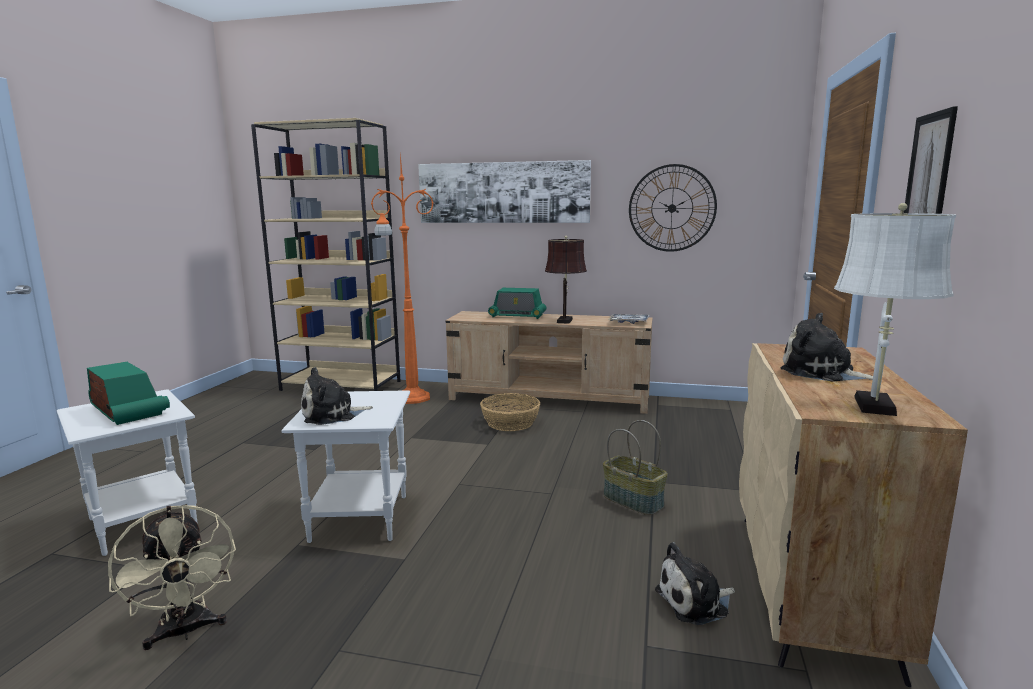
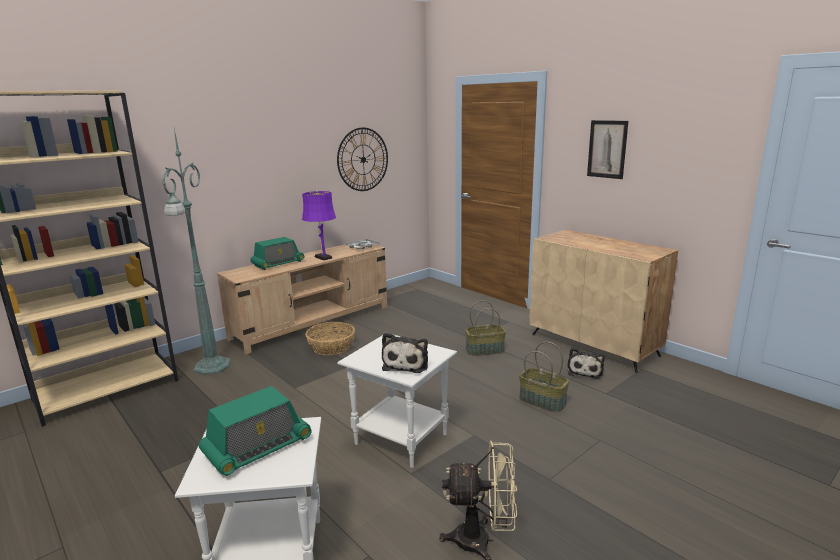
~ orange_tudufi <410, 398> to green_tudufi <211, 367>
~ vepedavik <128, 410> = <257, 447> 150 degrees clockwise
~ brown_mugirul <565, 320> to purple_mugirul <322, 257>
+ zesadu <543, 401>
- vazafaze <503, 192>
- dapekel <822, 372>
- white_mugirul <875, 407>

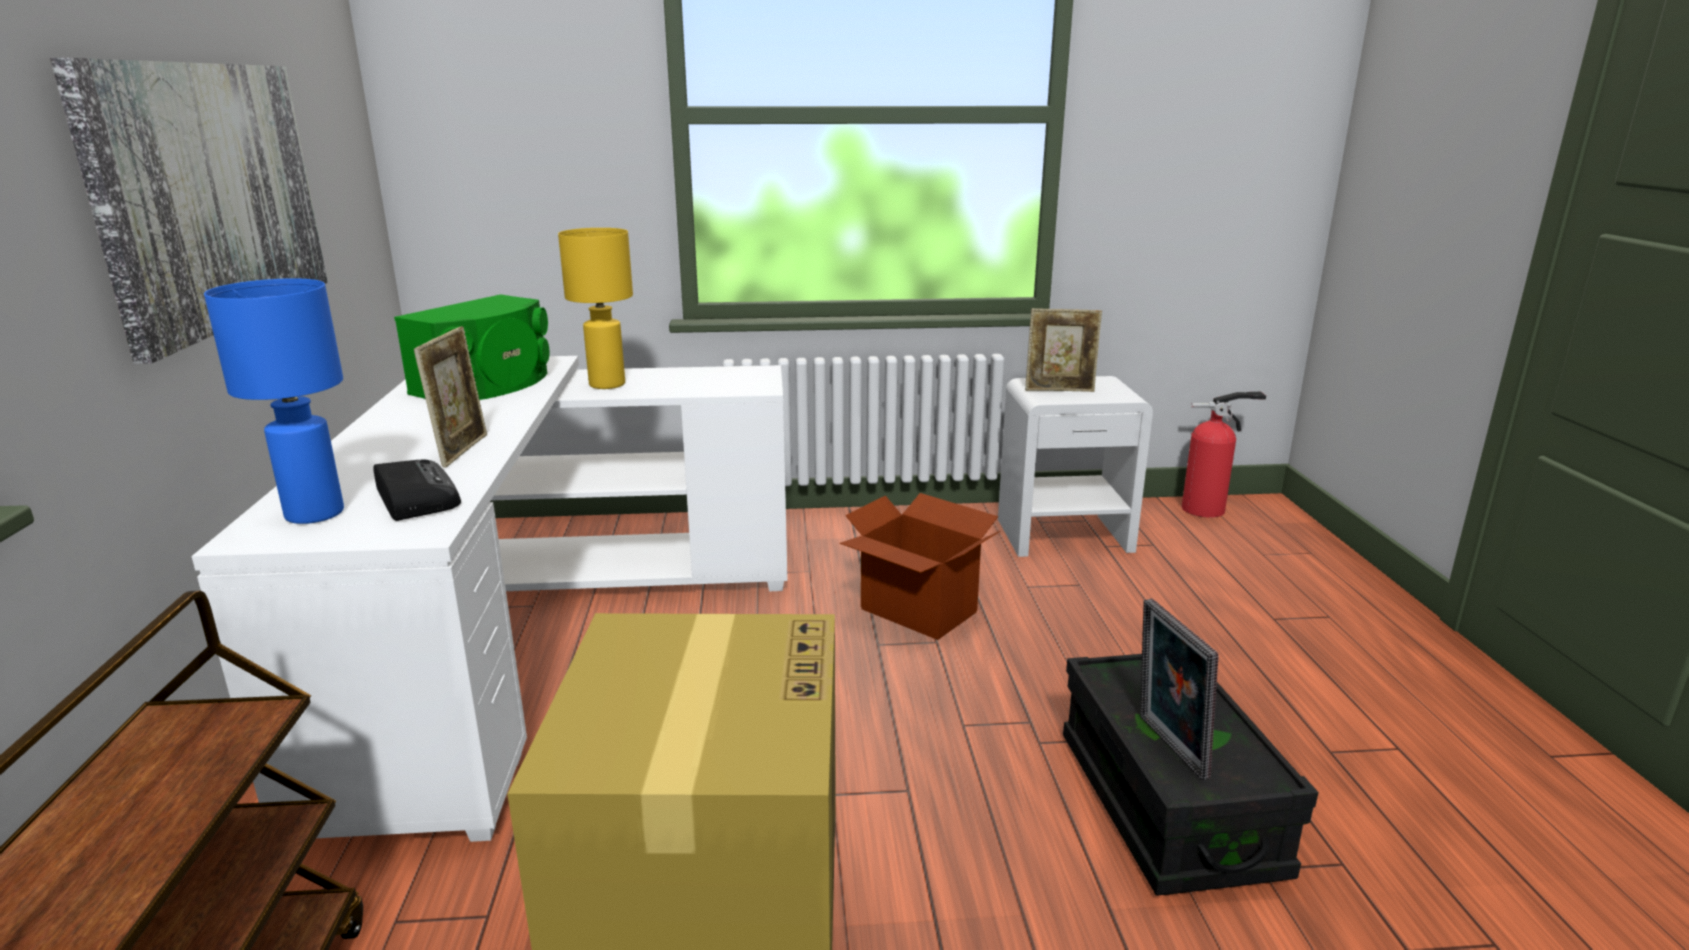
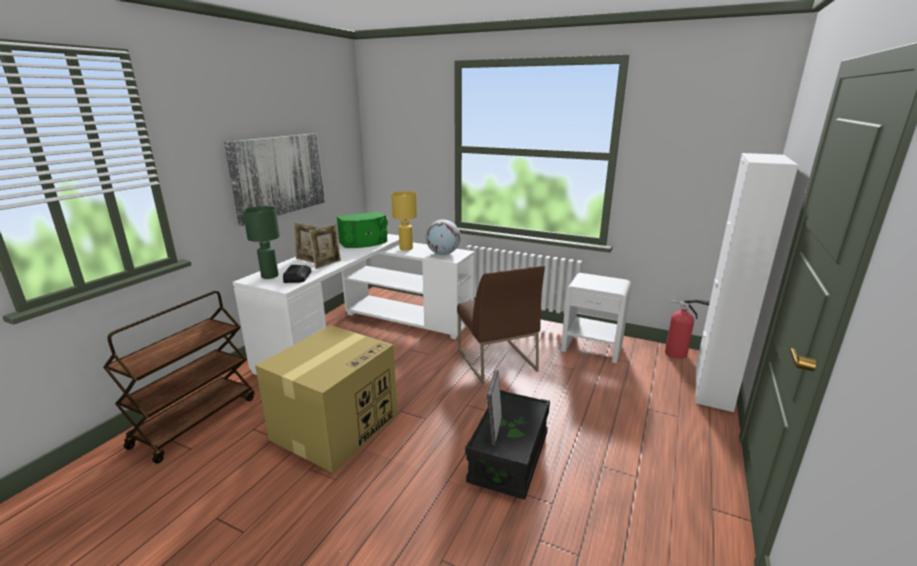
~ blue_mugirul <315, 513> to green_mugirul <270, 276>
~ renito <1059, 390> to <309, 261>
+ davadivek <443, 254>
~ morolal <917, 611> to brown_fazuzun <496, 360>
+ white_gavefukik <713, 387>

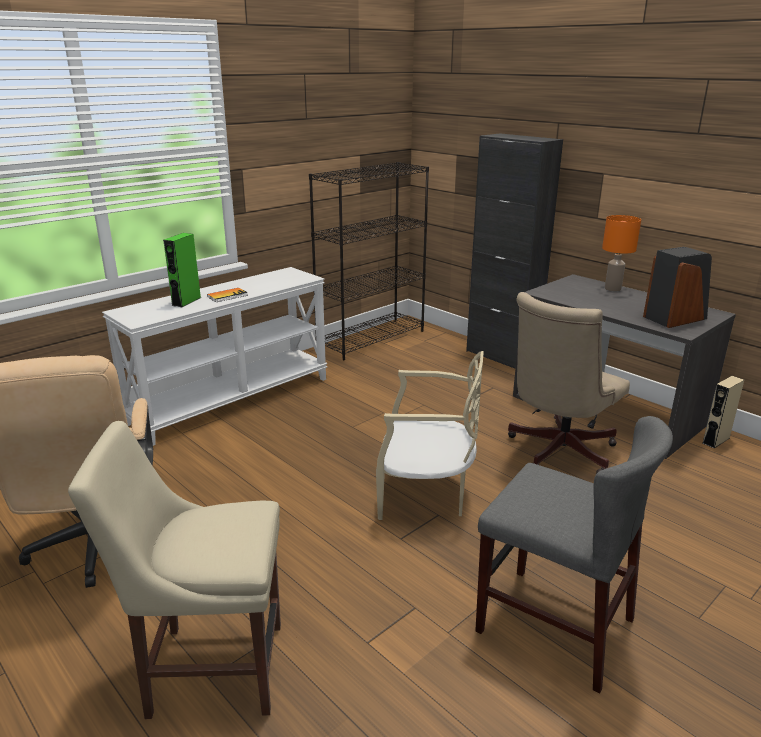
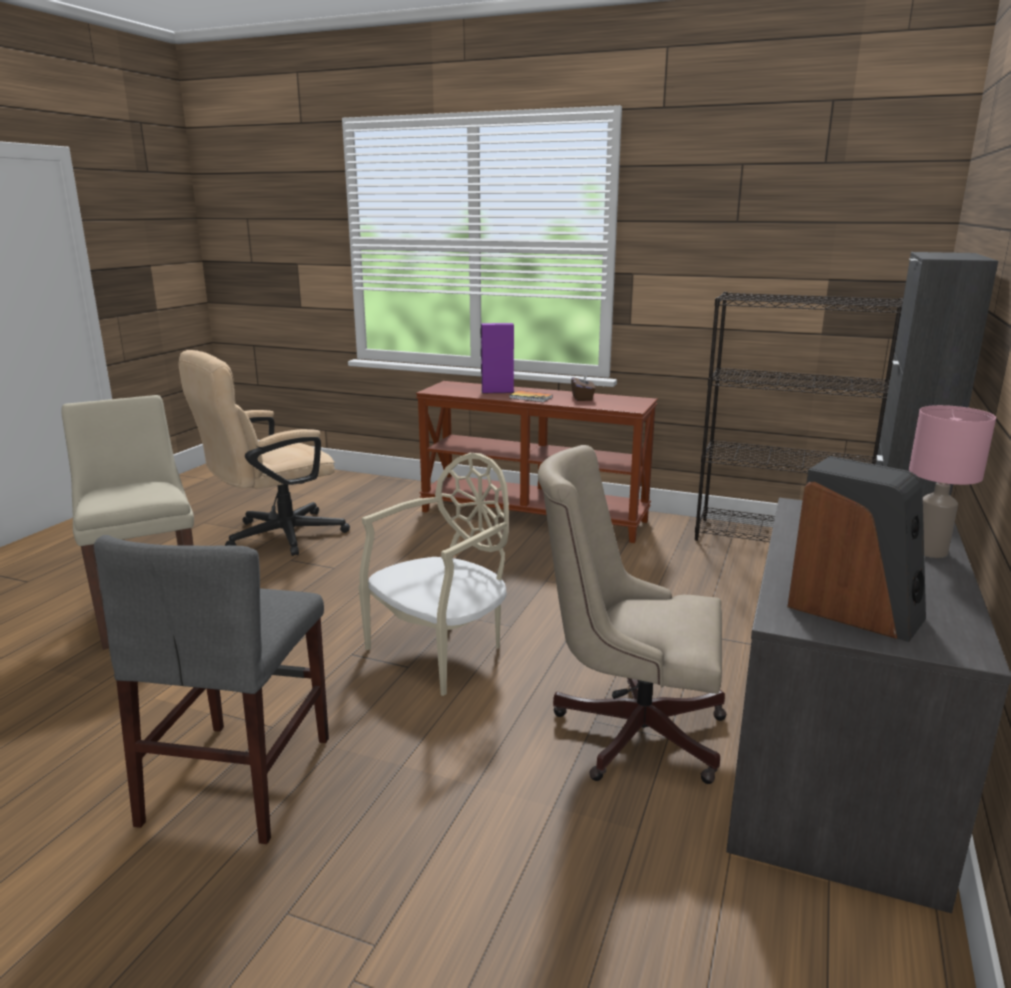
~ beige_fazuzun <425, 494> = <442, 651> 120 degrees counterclockwise
~ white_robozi <231, 400> to brown_robozi <534, 516>
~ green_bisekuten <186, 301> to purple_bisekuten <497, 391>
+ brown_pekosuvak <582, 398>
~ orange_mugirul <612, 289> to pink_mugirul <930, 551>
- beige_bisekuten <716, 440>

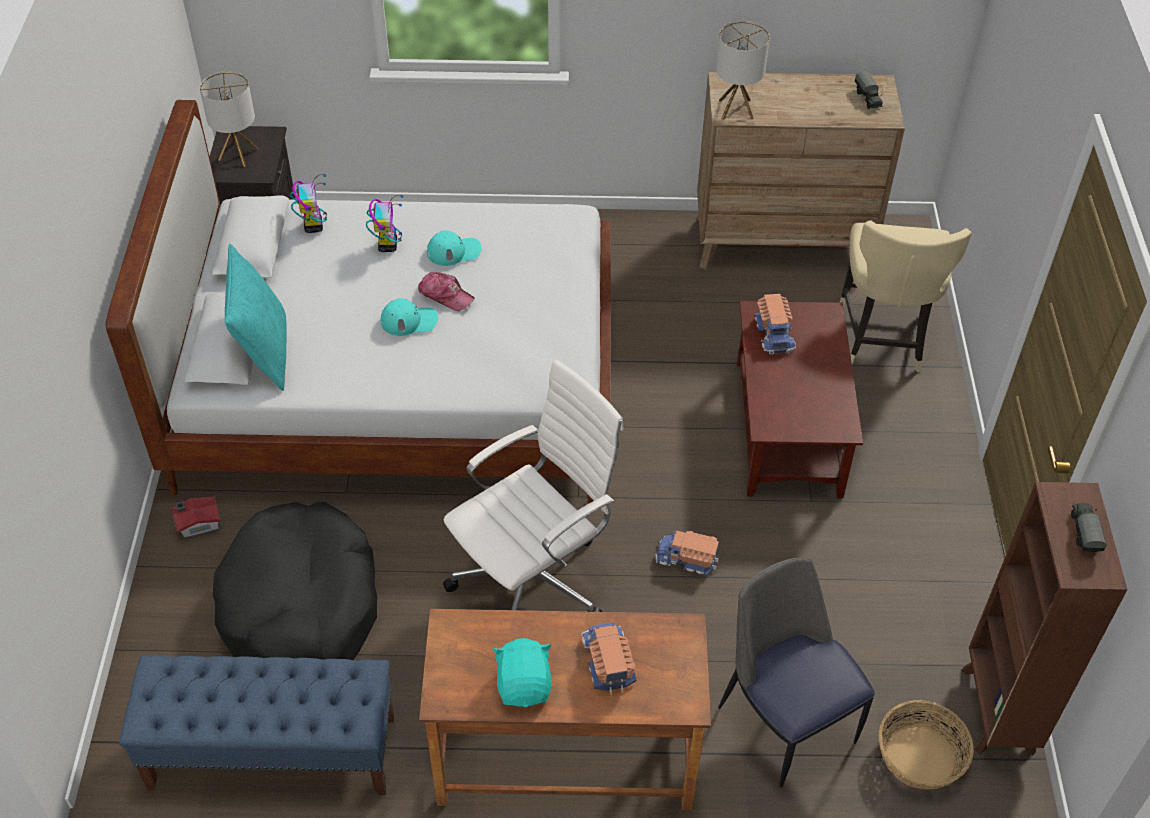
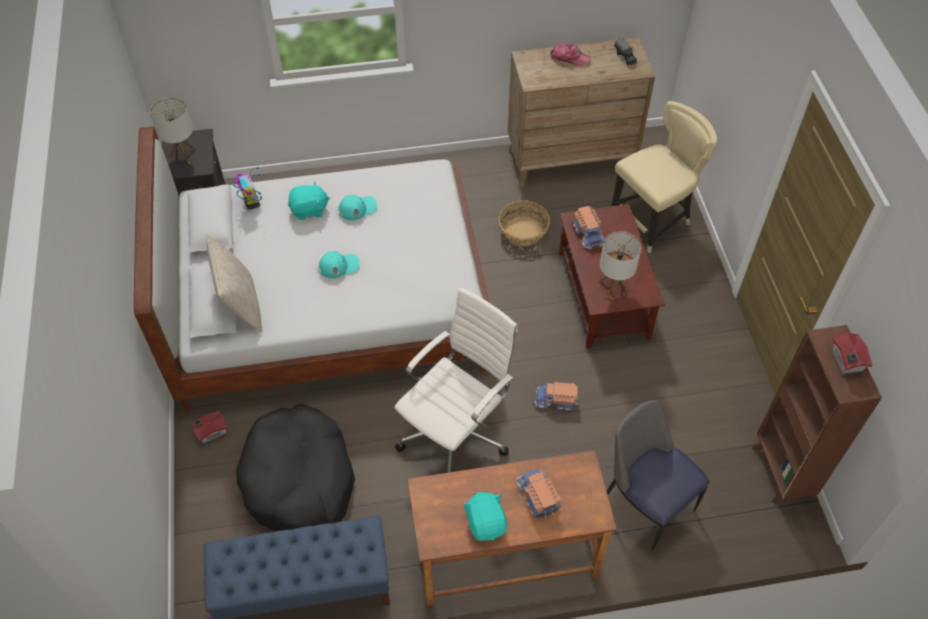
~ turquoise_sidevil <264, 353> to beige_sidevil <241, 305>
~ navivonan <388, 245> to turquoise_dapekel <309, 210>
~ zesadu <919, 758> to <523, 231>
~ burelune <445, 295> to <569, 58>
~ mugirul <736, 109> to <614, 287>
~ beige_fazuzun <882, 339> = <652, 221> 120 degrees counterclockwise
~ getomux <1084, 533> to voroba <846, 362>

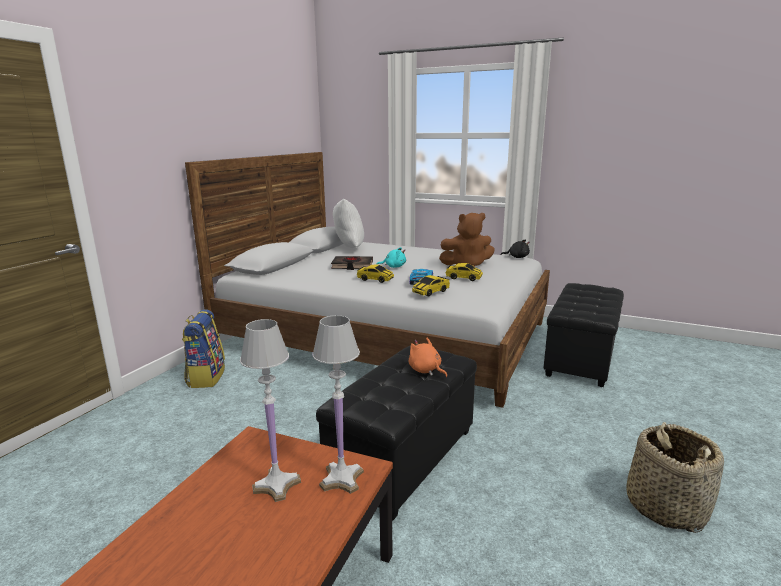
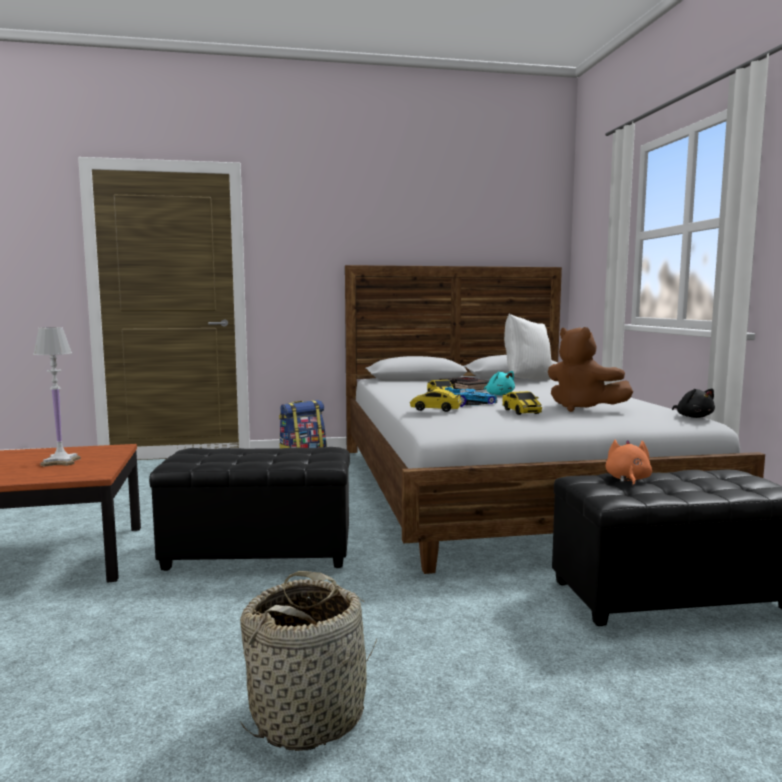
~ orange_dapekel <426, 370> to <627, 479>
- white_mugirul <342, 478>

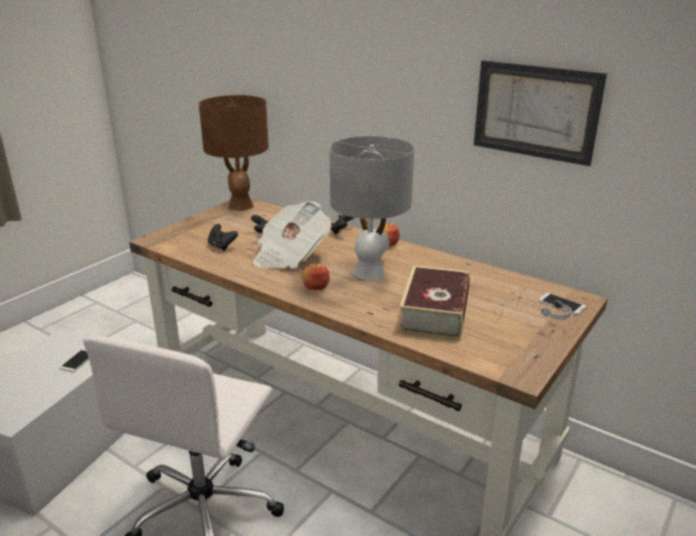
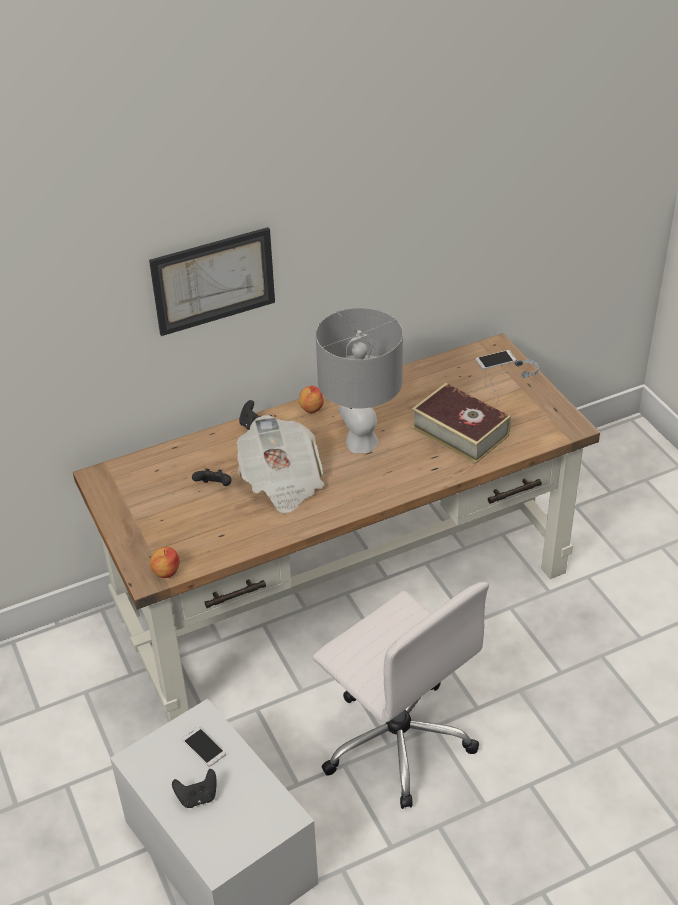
~ vazafaze <535, 111> to <213, 280>
~ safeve <315, 287> to <166, 571>
~ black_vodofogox <222, 246> to <197, 797>
- brown_mugirul <240, 205>

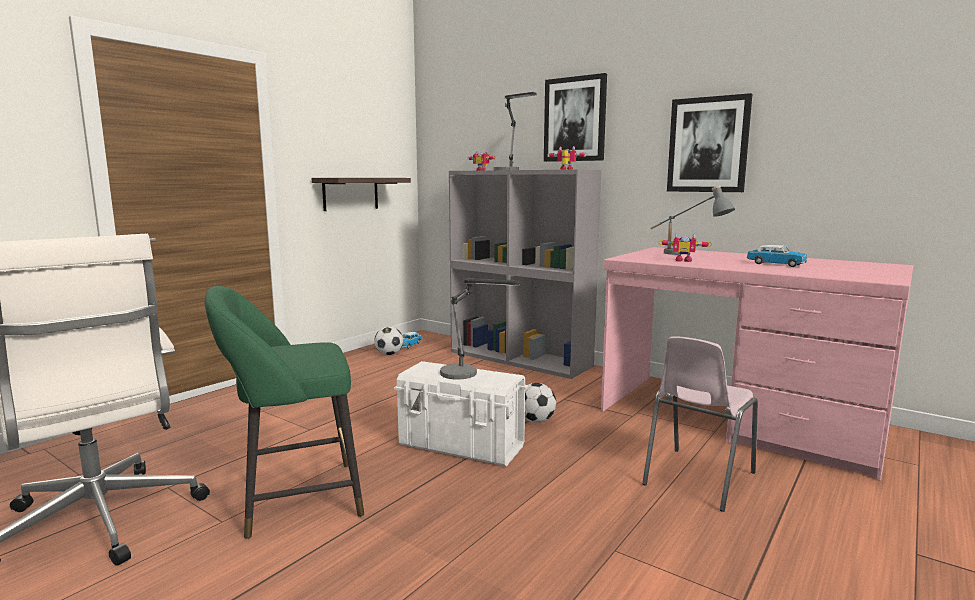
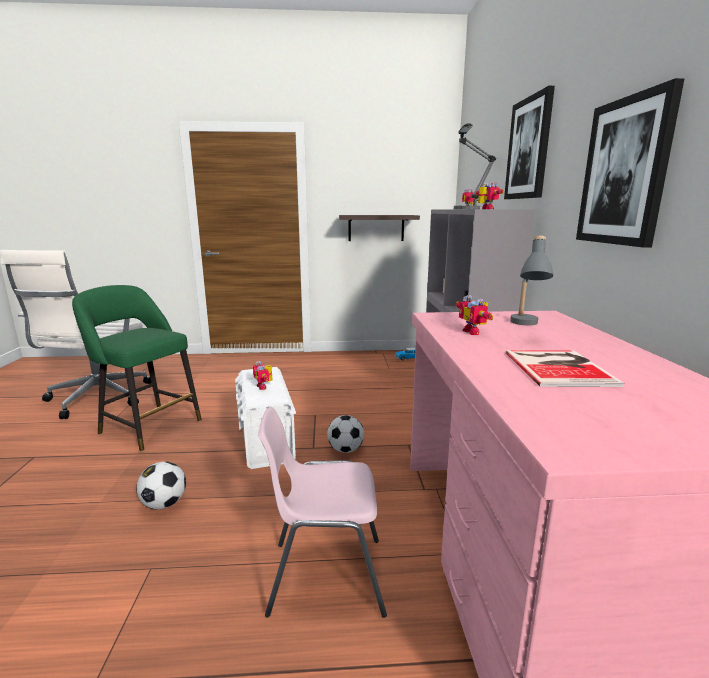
~ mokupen <389, 354> to <164, 504>
~ mugirul <468, 375> to navivonan <264, 386>
~ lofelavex <776, 264> to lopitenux <559, 367>

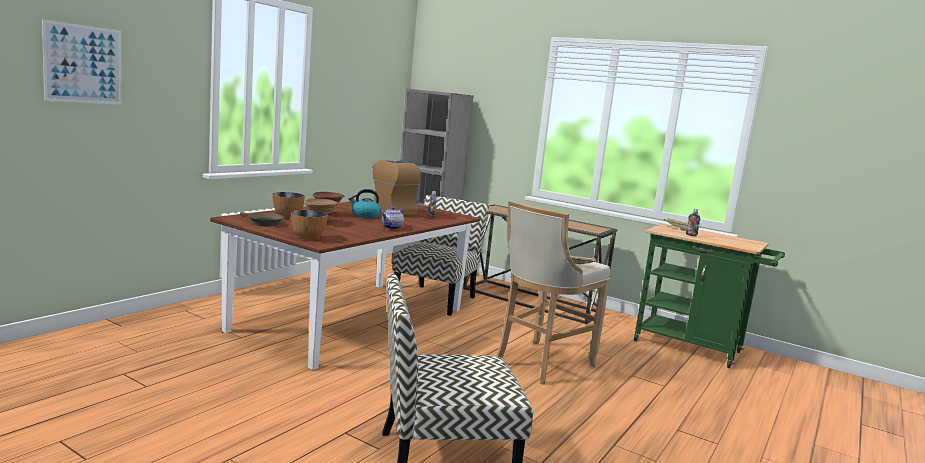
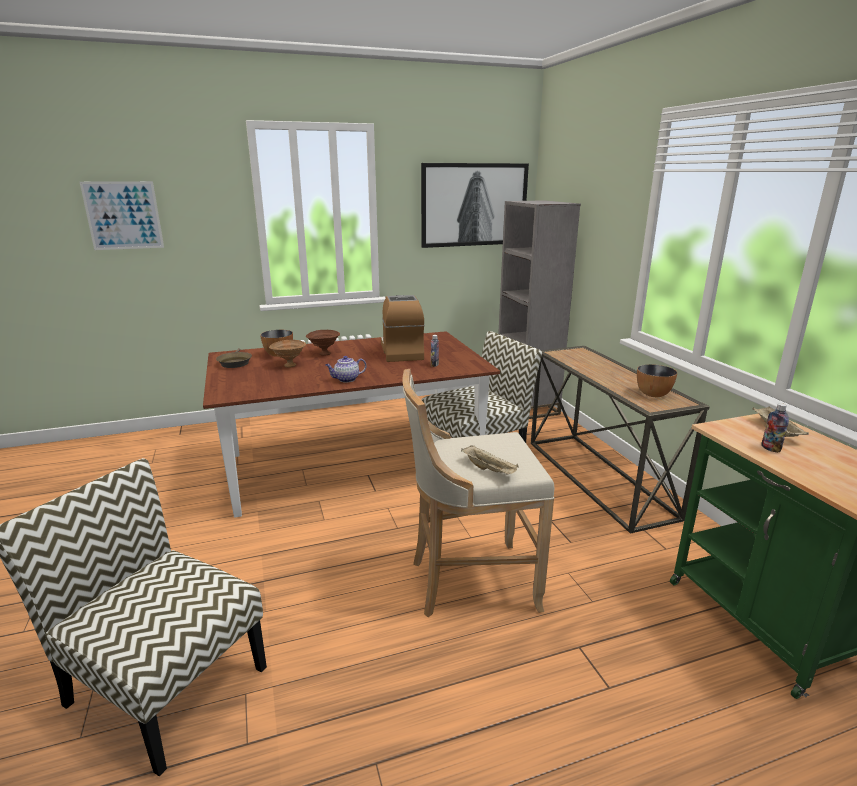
+ vazafaze <474, 205>
~ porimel <308, 237> to <653, 394>
- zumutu <365, 215>

